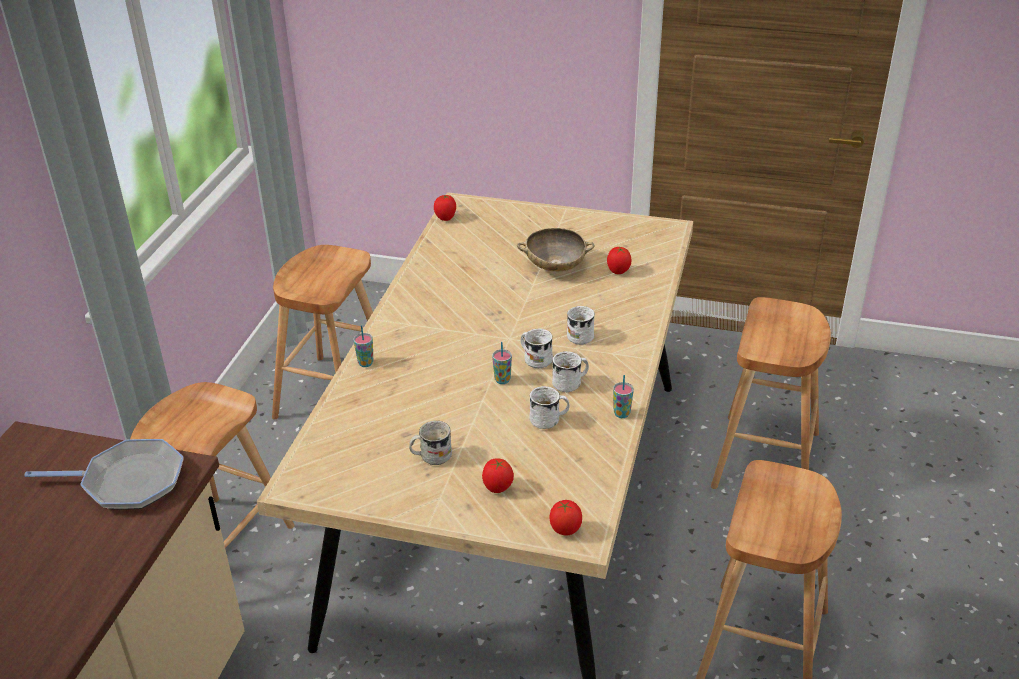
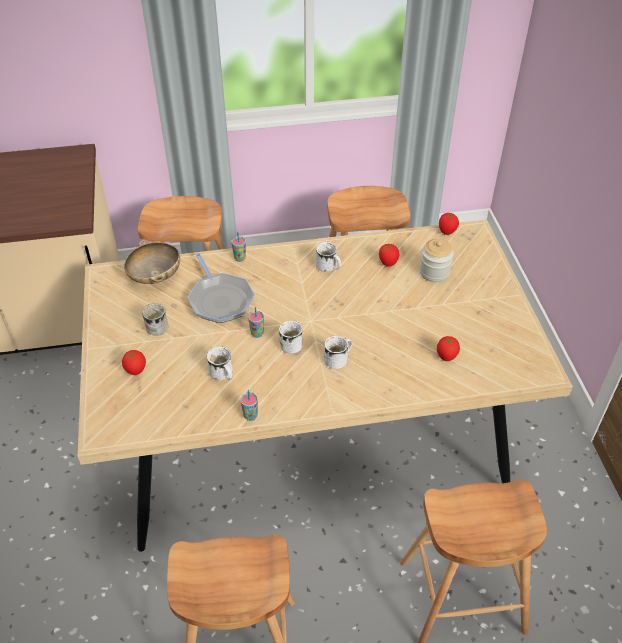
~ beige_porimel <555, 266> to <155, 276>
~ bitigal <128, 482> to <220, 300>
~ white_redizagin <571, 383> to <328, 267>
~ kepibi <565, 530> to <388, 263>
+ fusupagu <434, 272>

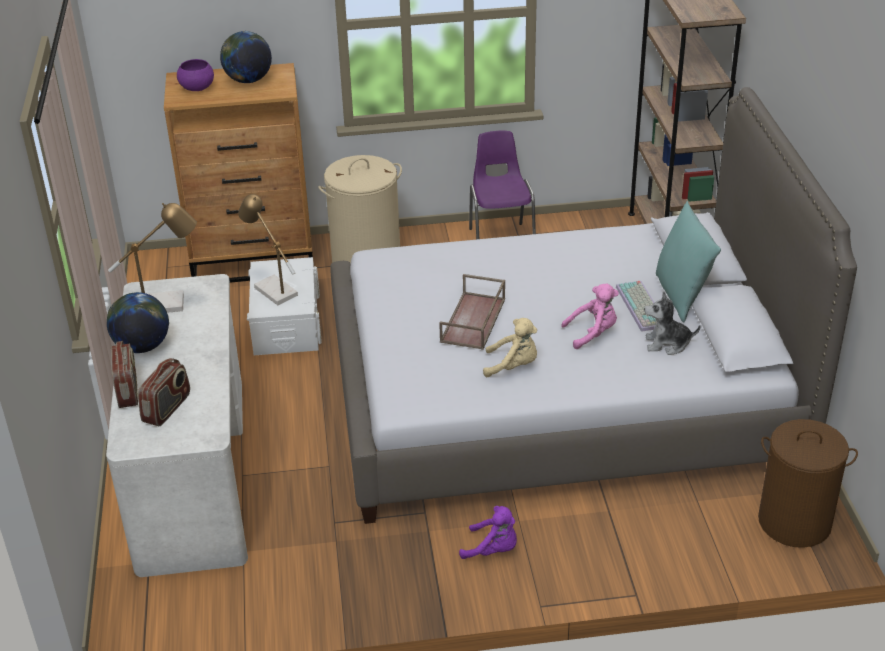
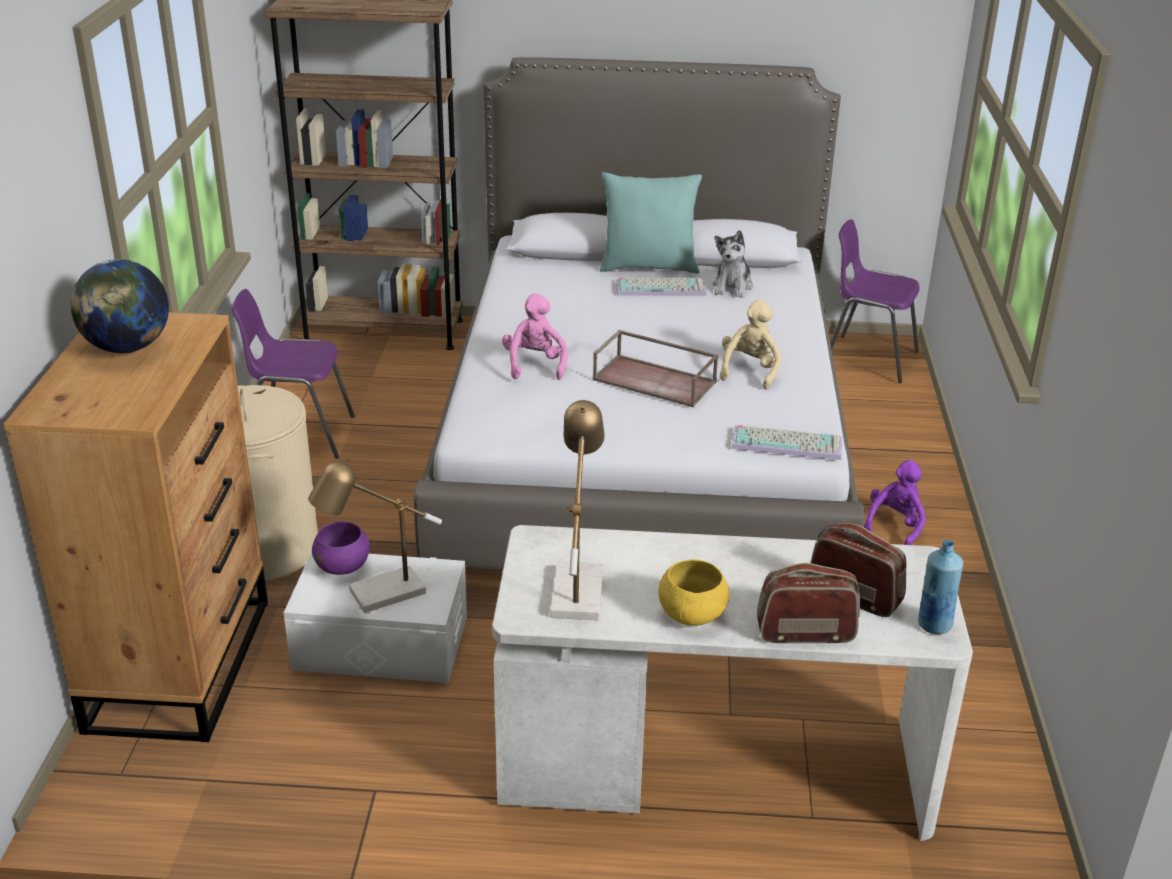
~ purple_porimel <197, 88> to <343, 567>
~ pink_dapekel <593, 333> to <535, 365>
~ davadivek <142, 347> to yellow_porimel <691, 615>
+ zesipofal <788, 443>
~ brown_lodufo <795, 522> to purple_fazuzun <867, 358>
+ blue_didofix <934, 625>

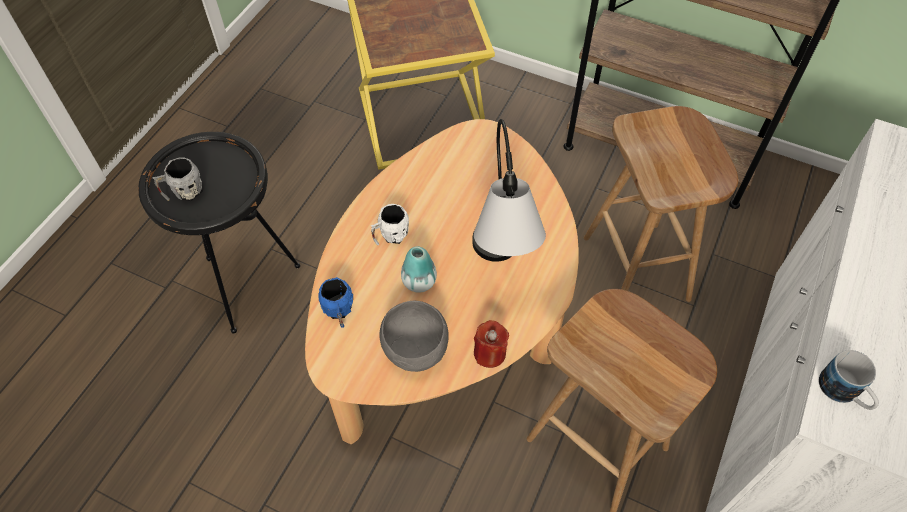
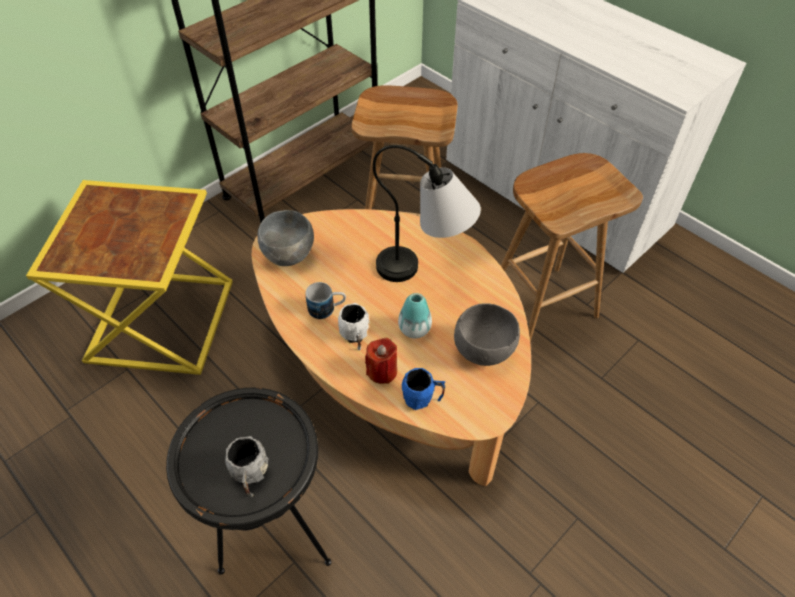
+ grey_porimel <289, 255>
~ redizagin <844, 393> to <327, 309>
~ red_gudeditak <489, 353> to <382, 371>

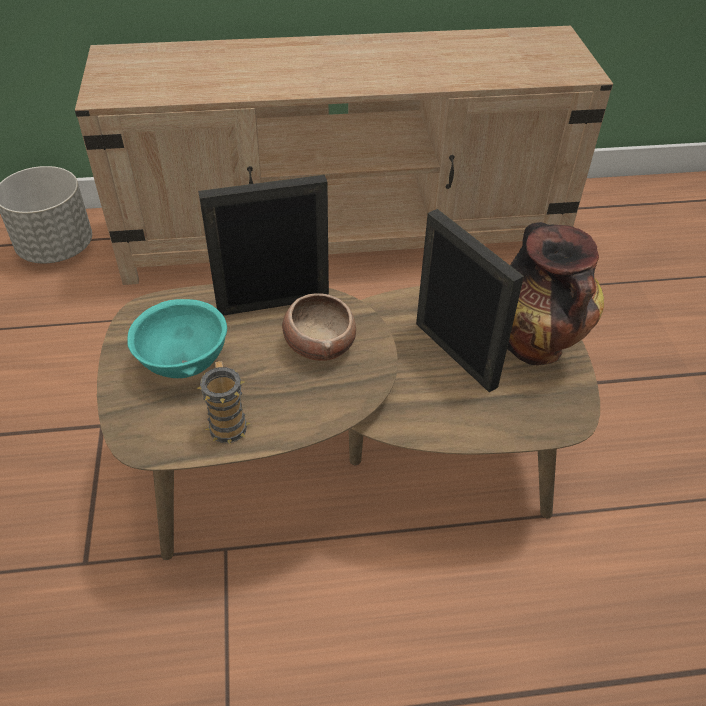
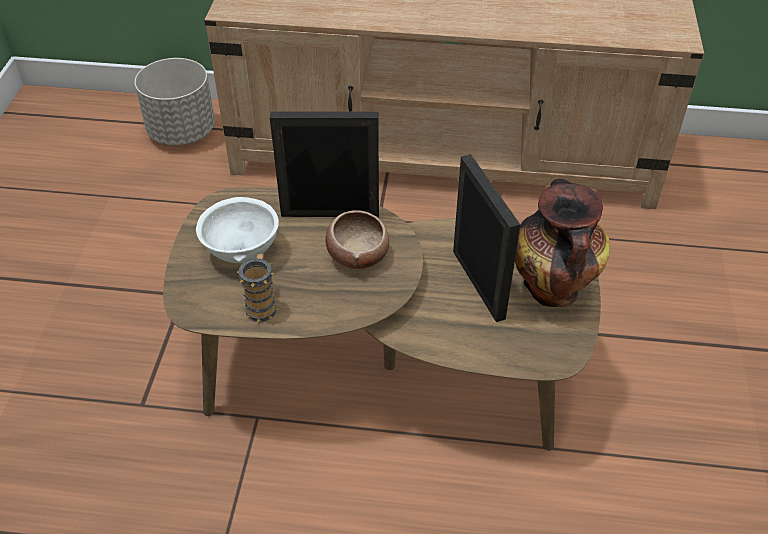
~ turquoise_porimel <183, 364> to white_porimel <240, 252>

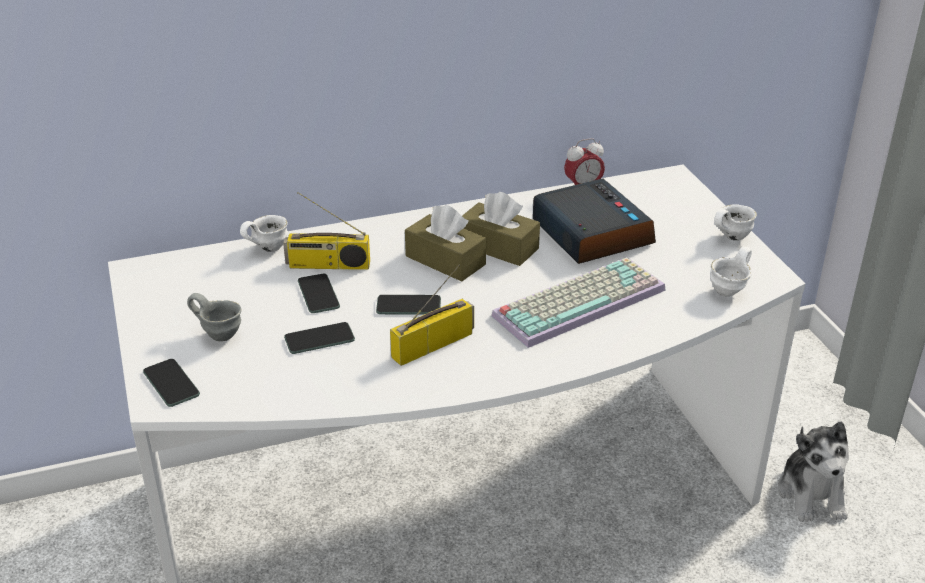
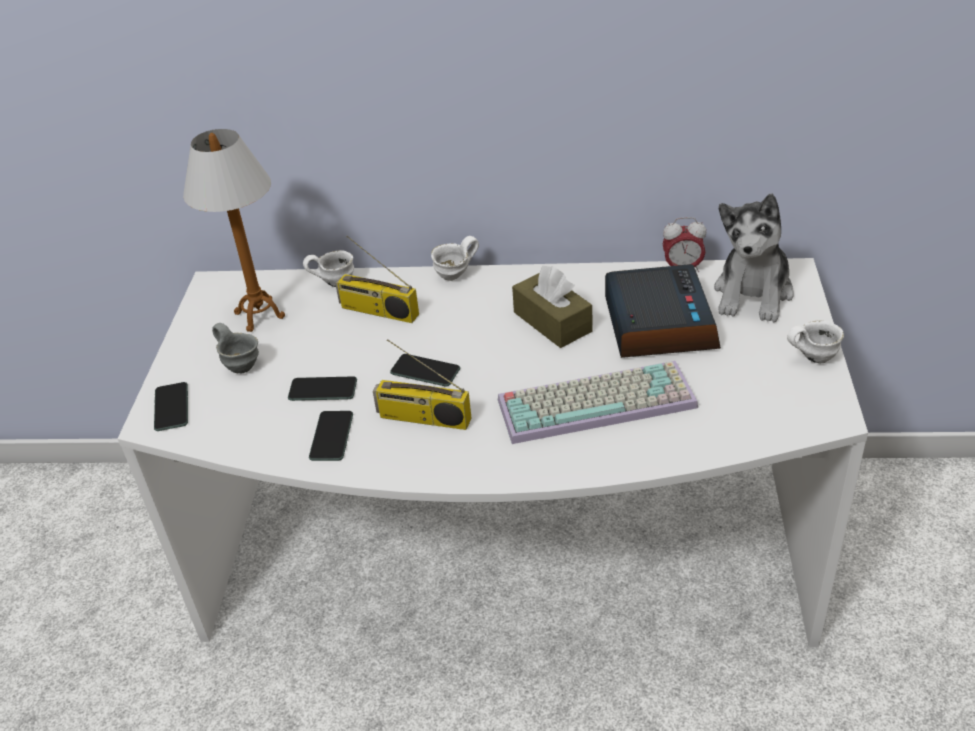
+ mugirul <260, 315>
~ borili <318, 294> to <331, 436>
~ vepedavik <433, 344> = <423, 418> 150 degrees counterclockwise
~ white_redizagin <731, 291> to <456, 276>
~ dapekel <812, 494> to <753, 294>
- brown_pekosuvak <445, 260>

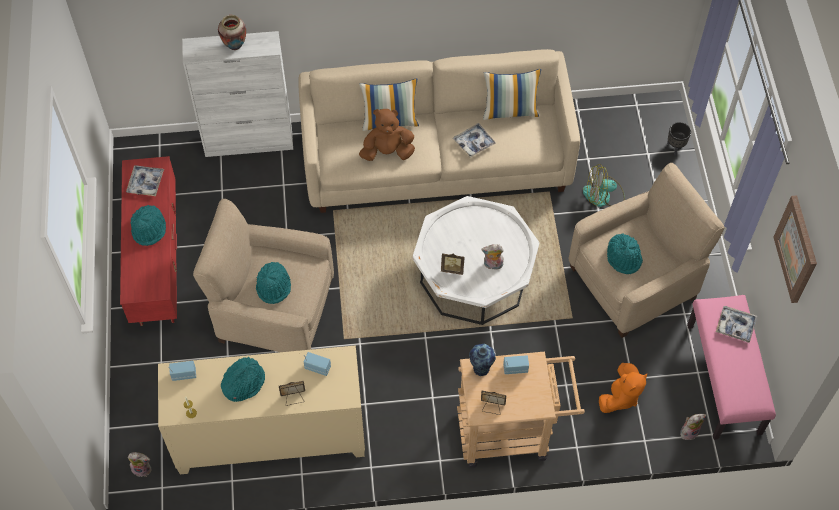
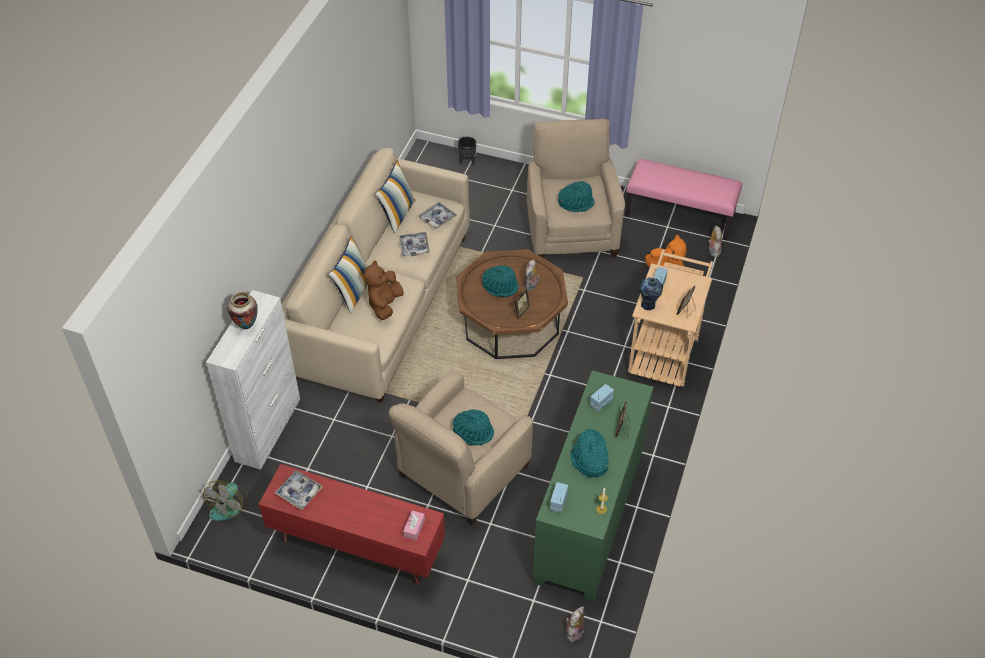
~ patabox <603, 196> to <229, 505>
+ pink_pekosuvak <414, 528>
~ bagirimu <735, 326> to <437, 218>
~ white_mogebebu <474, 277> to brown_mogebebu <511, 322>
~ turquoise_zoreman <149, 229> to <500, 286>
~ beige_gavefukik <270, 437> to green_gavefukik <590, 518>
- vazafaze <797, 249>

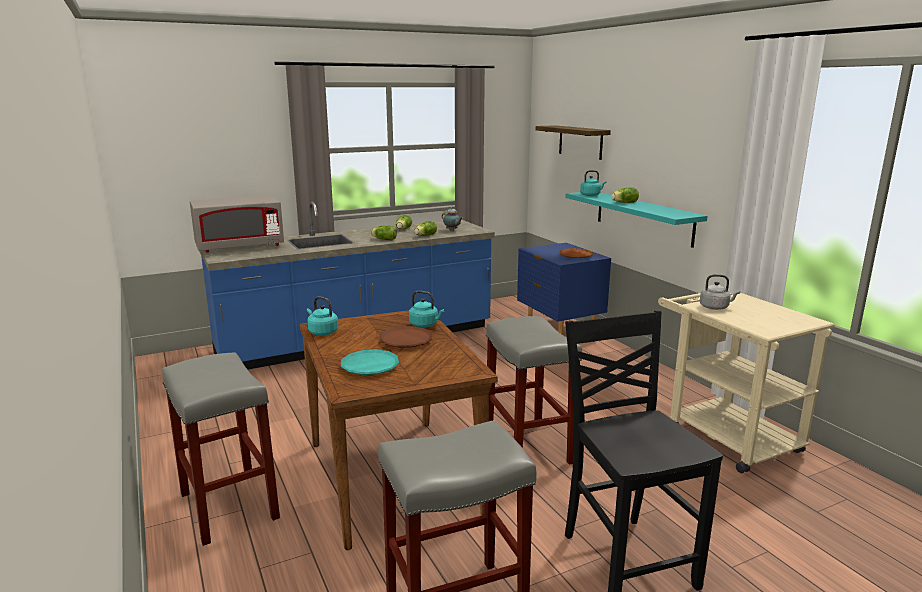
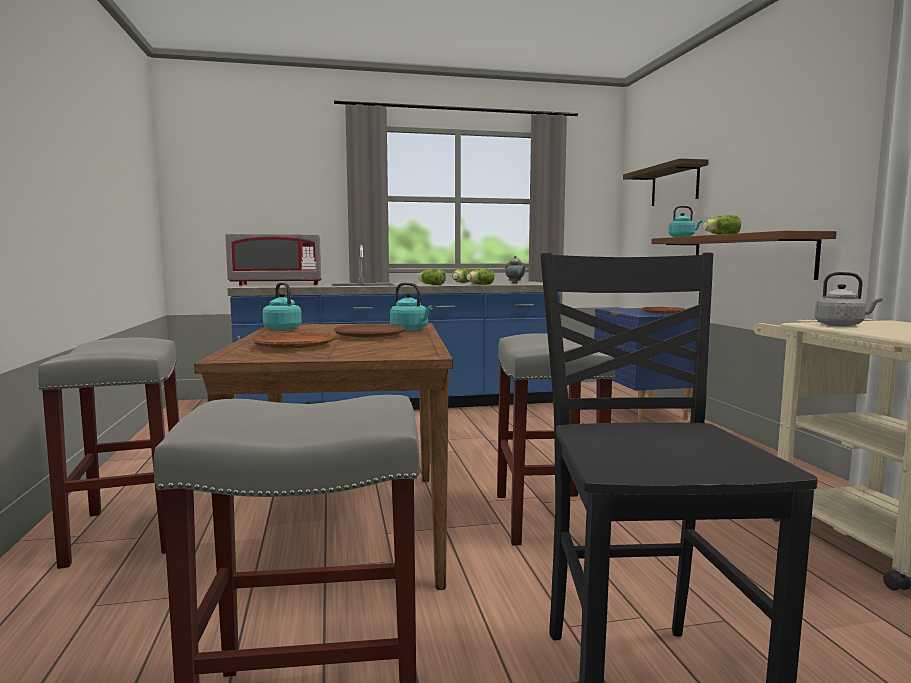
~ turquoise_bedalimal <370, 366> to brown_bedalimal <294, 346>
~ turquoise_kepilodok <643, 217> to brown_kepilodok <749, 256>

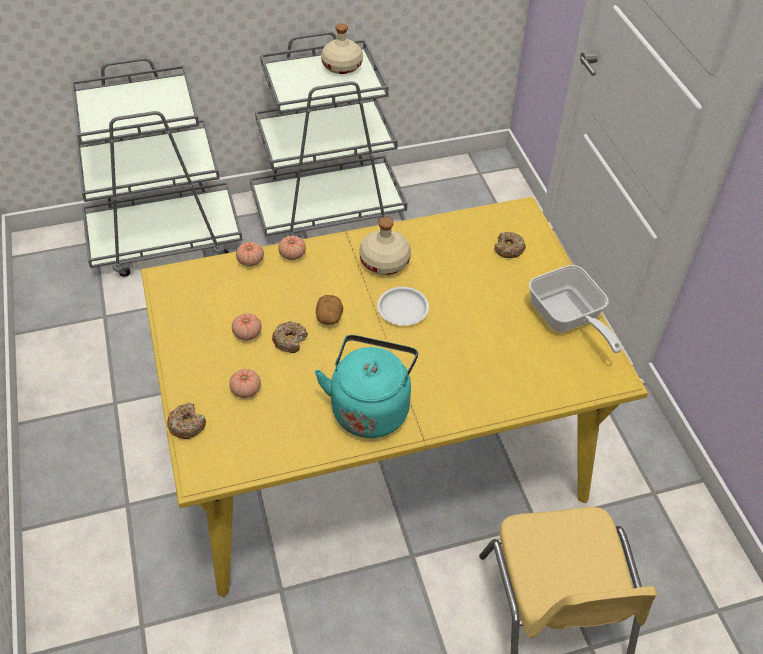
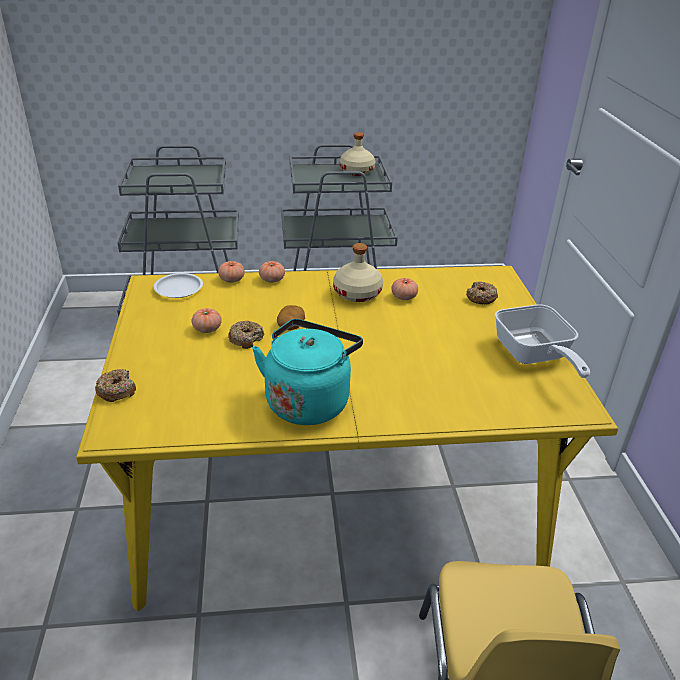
~ white_bedalimal <402, 308> to <178, 288>
~ kepibi <246, 390> to <404, 297>

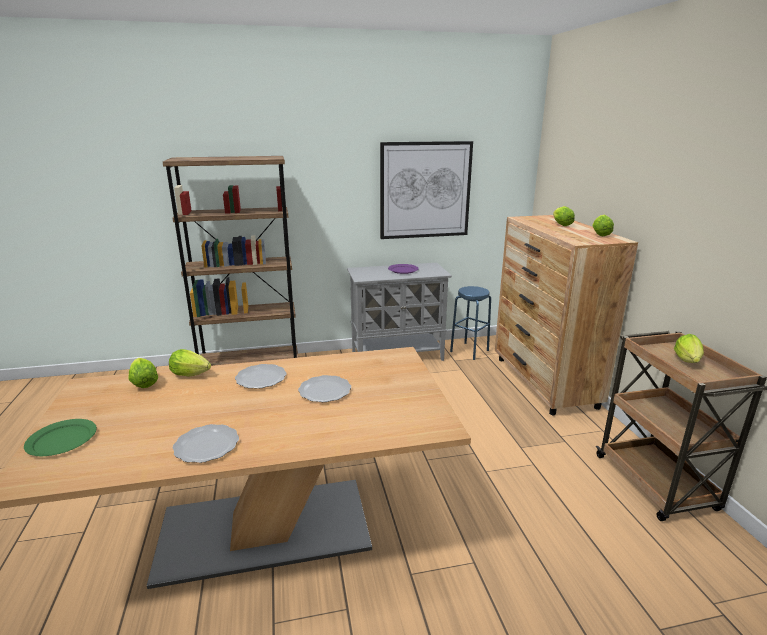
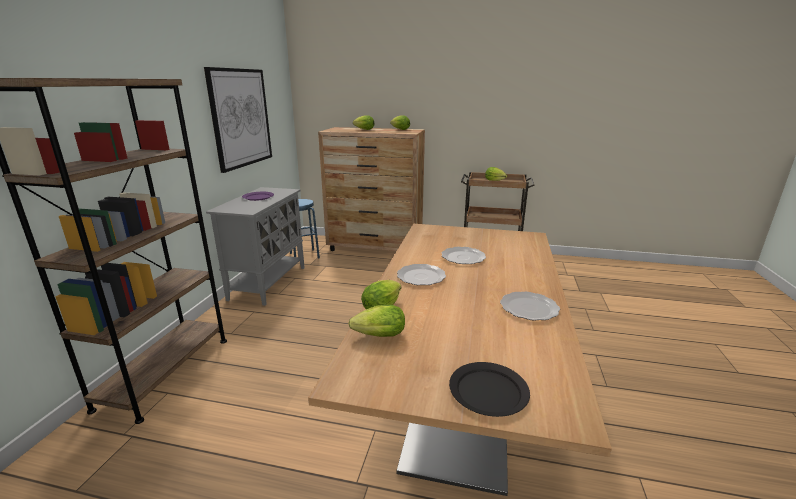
~ green_bedalimal <61, 440> to black_bedalimal <488, 392>

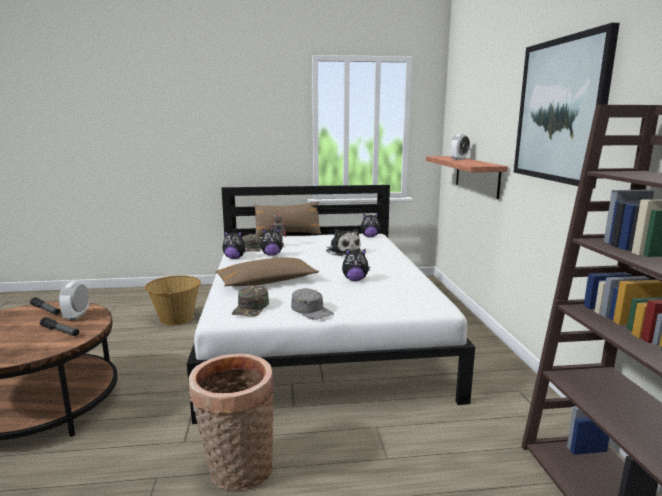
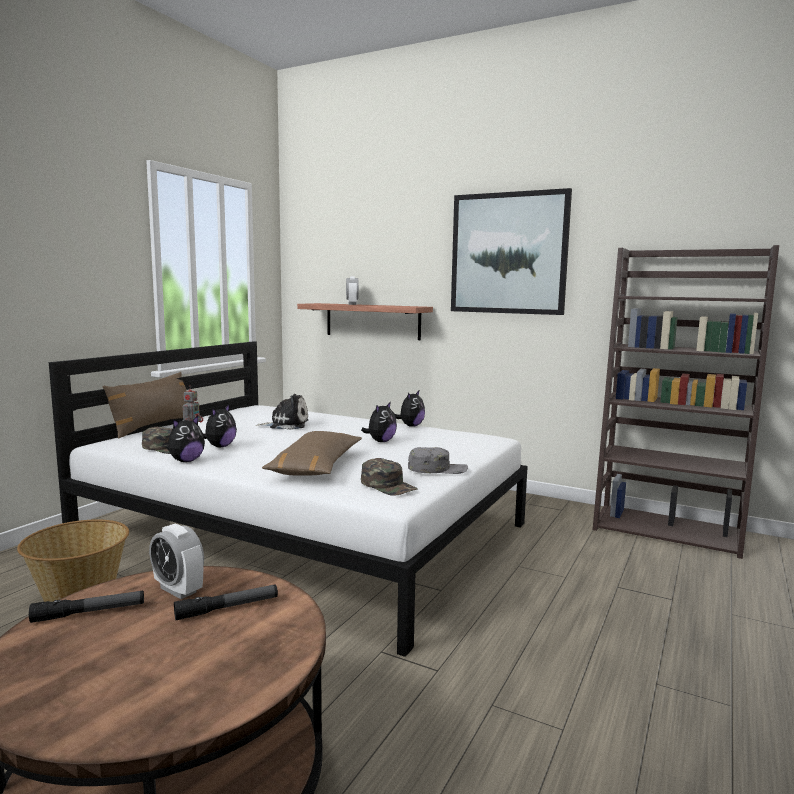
~ dapekel <370, 236> to <410, 426>
- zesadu <237, 471>

